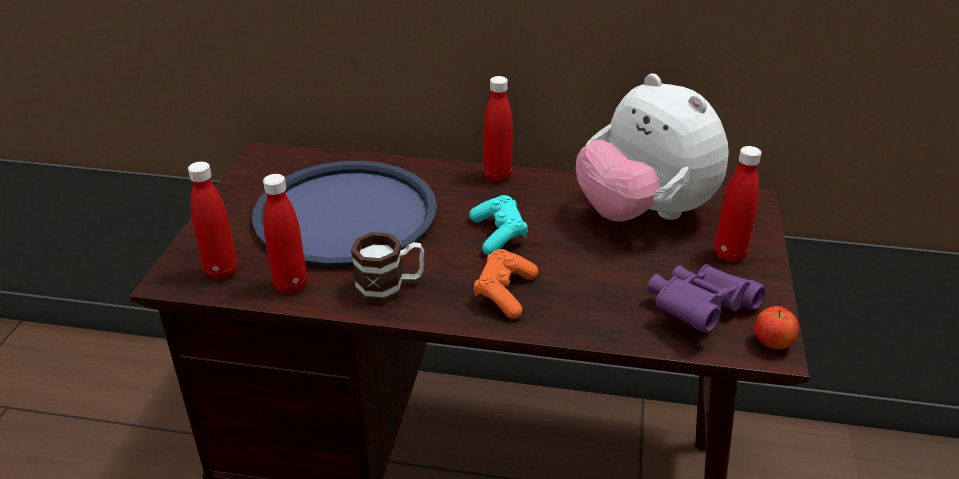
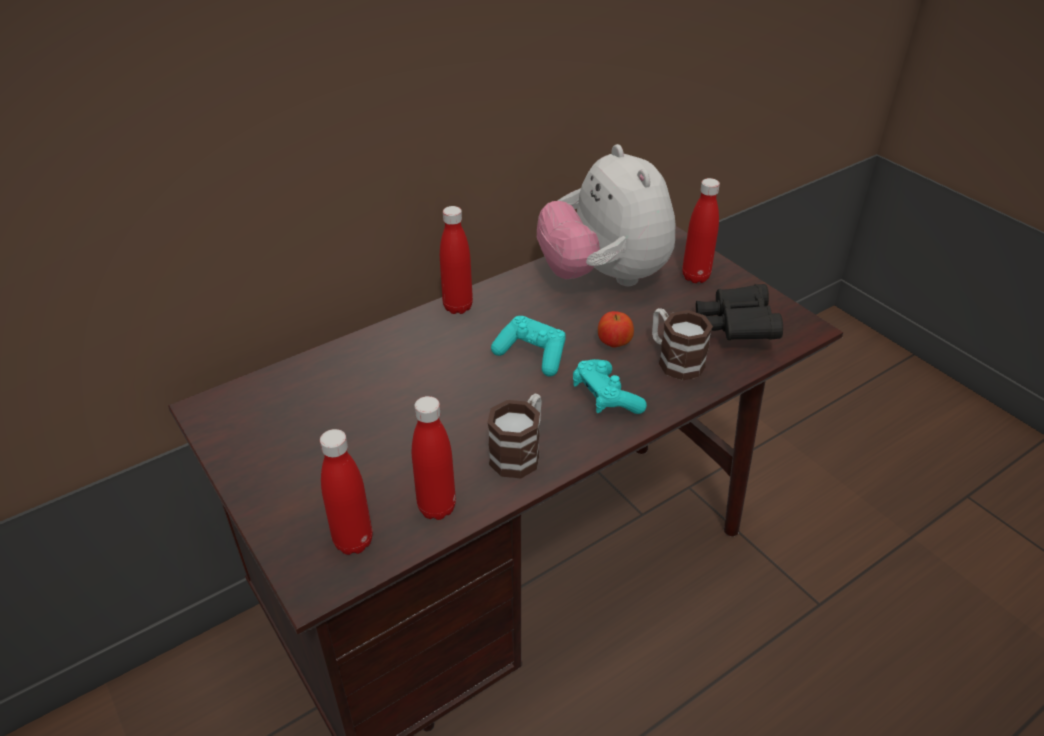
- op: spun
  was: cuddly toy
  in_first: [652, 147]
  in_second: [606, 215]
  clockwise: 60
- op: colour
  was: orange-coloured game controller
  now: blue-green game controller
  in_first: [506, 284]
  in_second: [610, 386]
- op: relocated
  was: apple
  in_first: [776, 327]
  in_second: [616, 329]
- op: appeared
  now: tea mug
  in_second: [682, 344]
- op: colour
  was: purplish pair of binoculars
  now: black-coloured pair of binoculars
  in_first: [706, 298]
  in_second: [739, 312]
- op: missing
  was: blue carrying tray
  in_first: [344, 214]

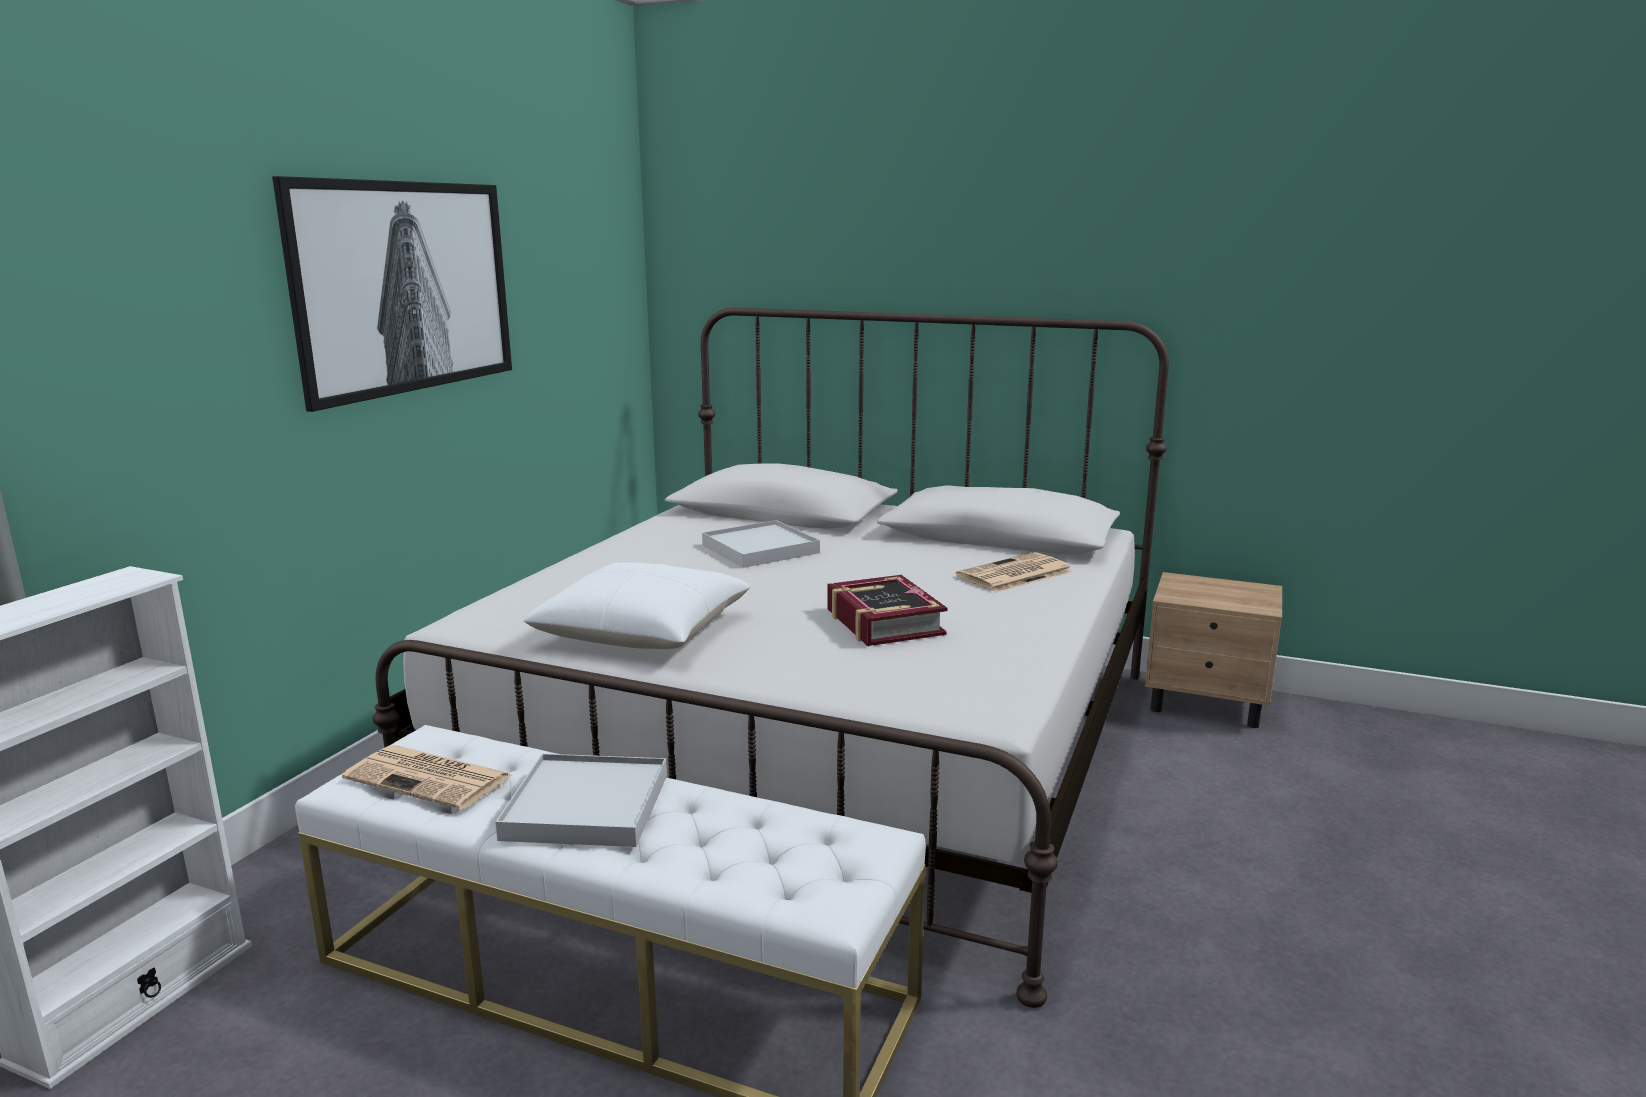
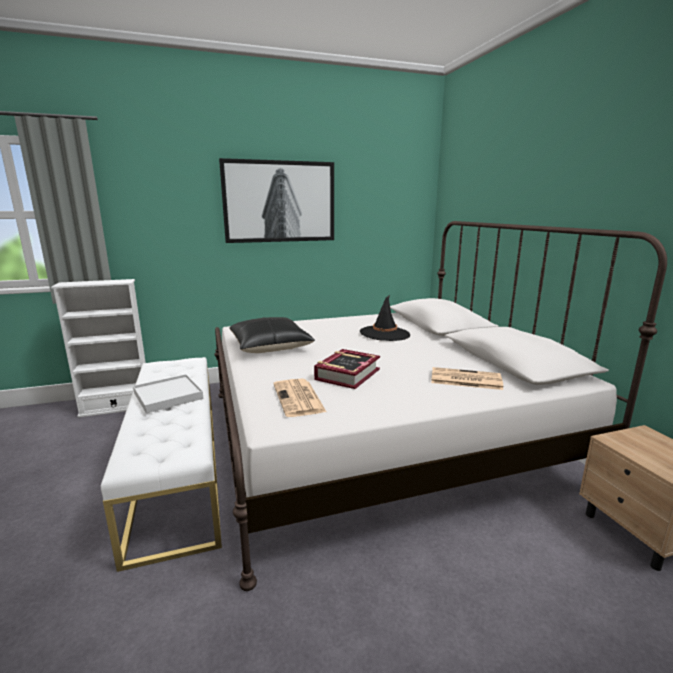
- op: colour
  was: white-coloured pillow
  now: black-coloured pillow
  in_first: [636, 605]
  in_second: [272, 335]
- op: relocated
  was: daily paper
  in_first: [427, 777]
  in_second: [300, 398]
- op: exchanged
  was: white-coloured carrying tray
  now: black-coloured hat
  in_first: [761, 544]
  in_second: [385, 318]

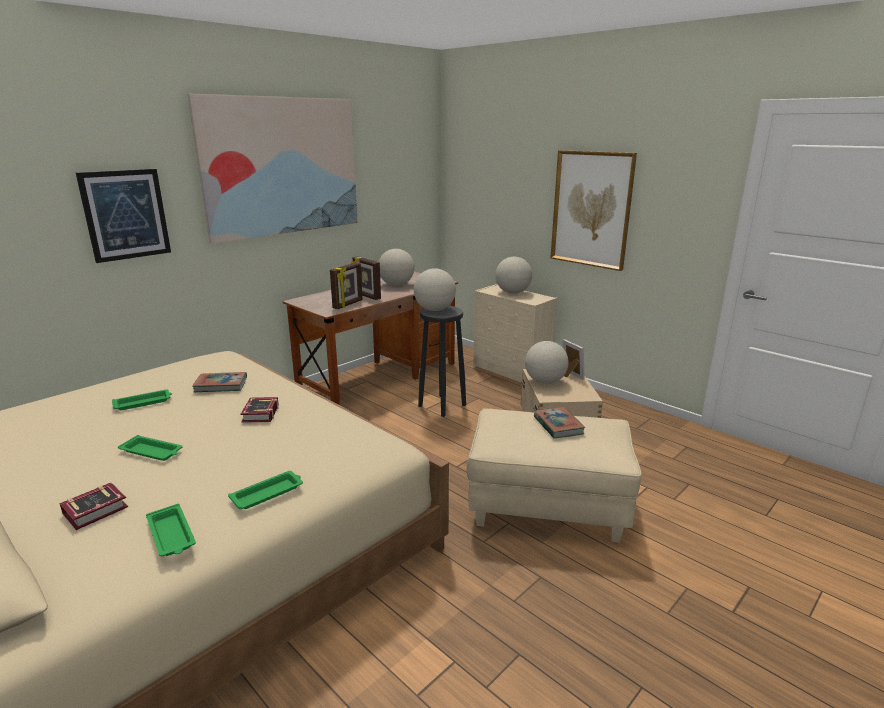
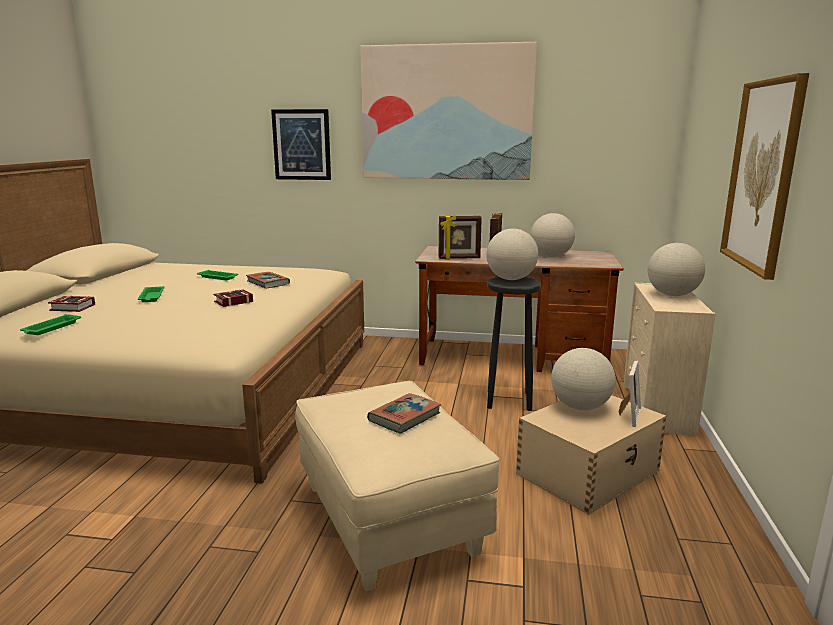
- op: missing
  was: greenish carrying tray
  in_first: [265, 490]

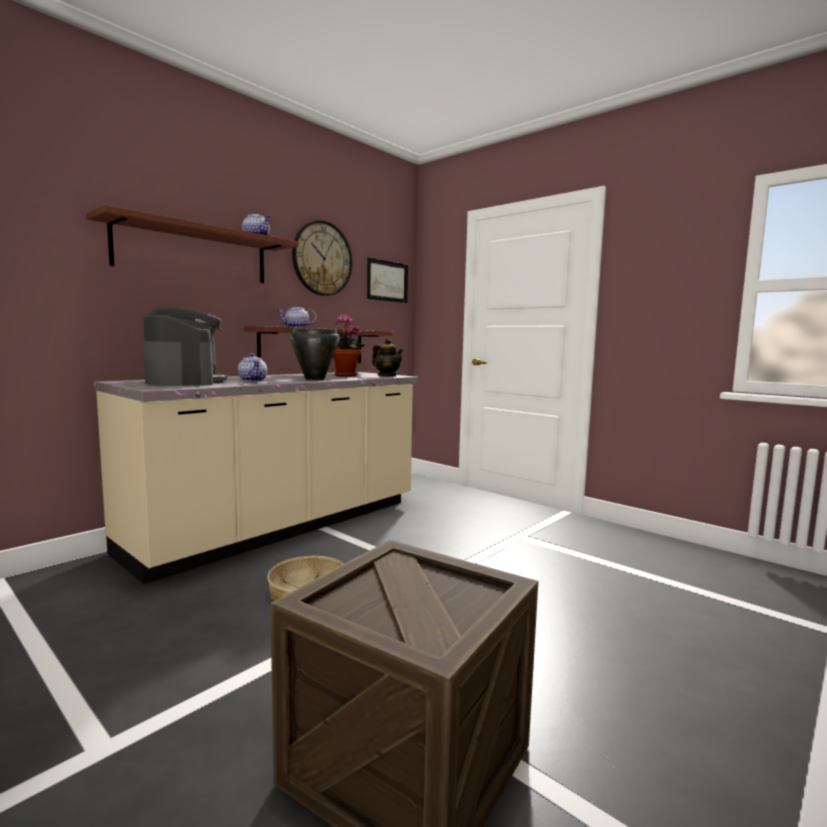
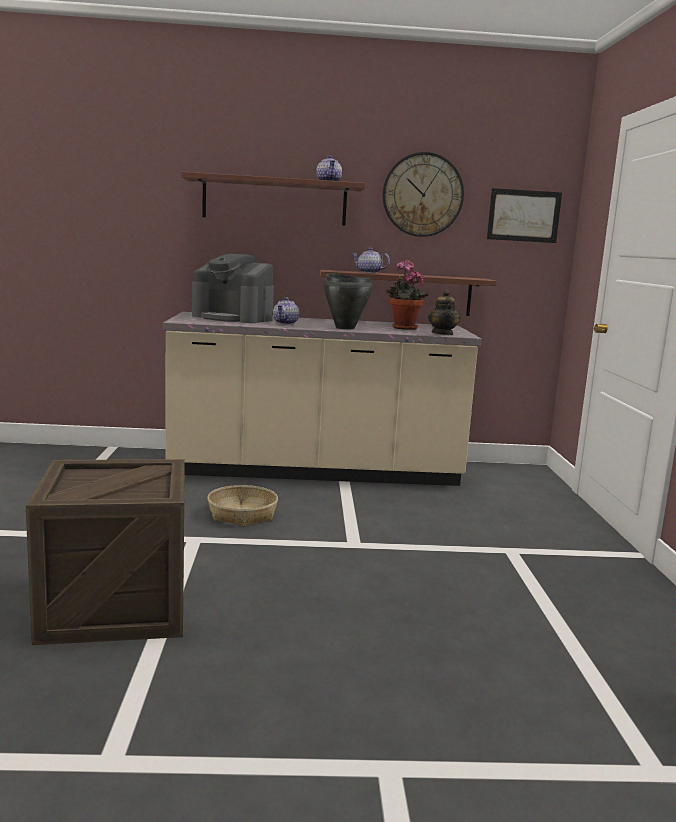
- op: spun
  was: coffee brewer
  in_first: [185, 346]
  in_second: [233, 288]
  clockwise: 90

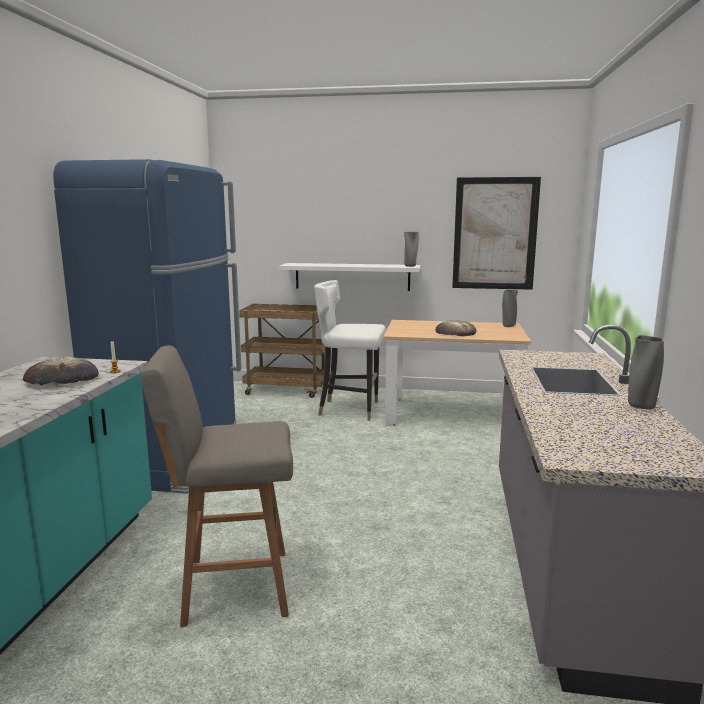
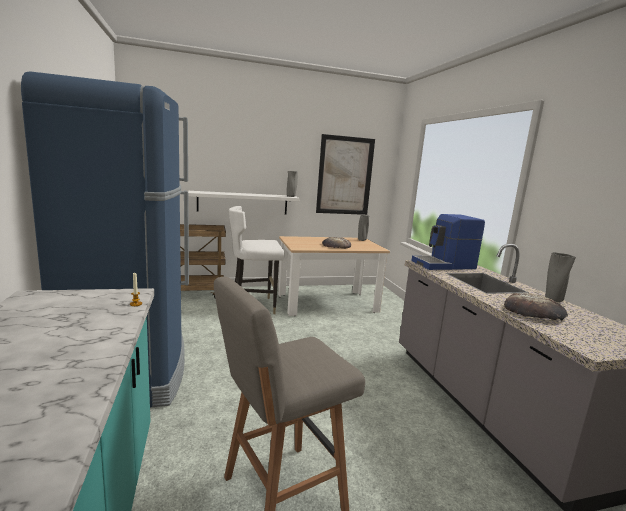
- op: appeared
  now: coffee brewer
  in_second: [448, 242]
- op: relocated
  was: baked bread
  in_first: [61, 371]
  in_second: [536, 307]

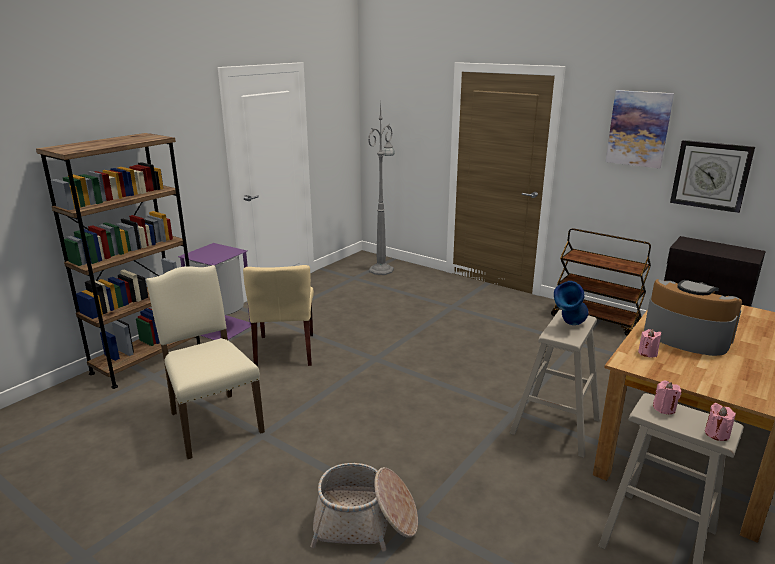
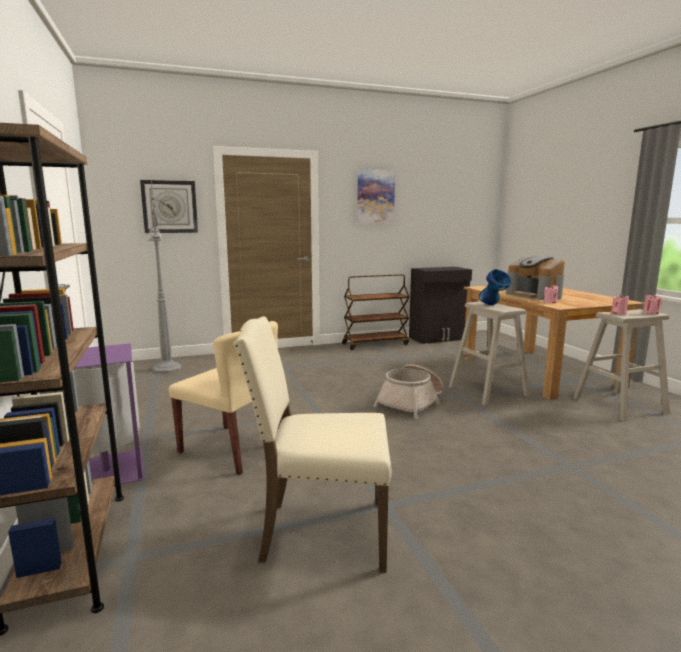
- op: relocated
  was: wall clock
  in_first: [712, 176]
  in_second: [169, 206]
- op: relocated
  was: storage basket
  in_first: [364, 507]
  in_second: [409, 391]
- op: spun
  was: coffee brewer
  in_first: [693, 317]
  in_second: [535, 278]
  clockwise: -105

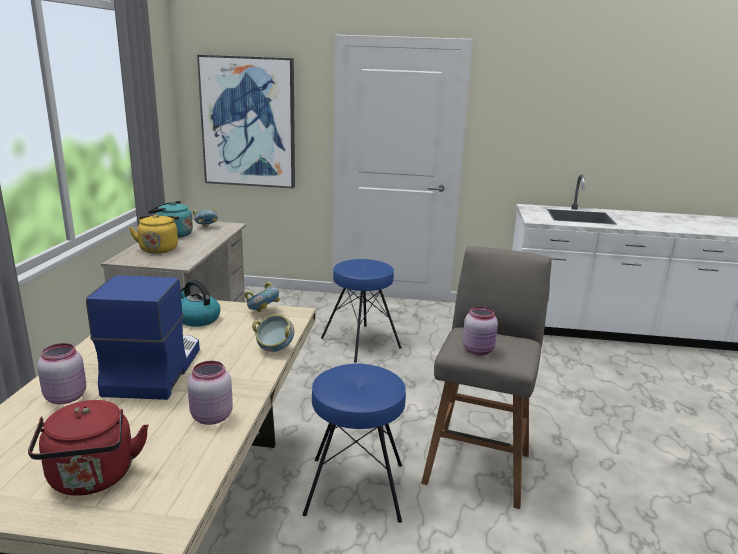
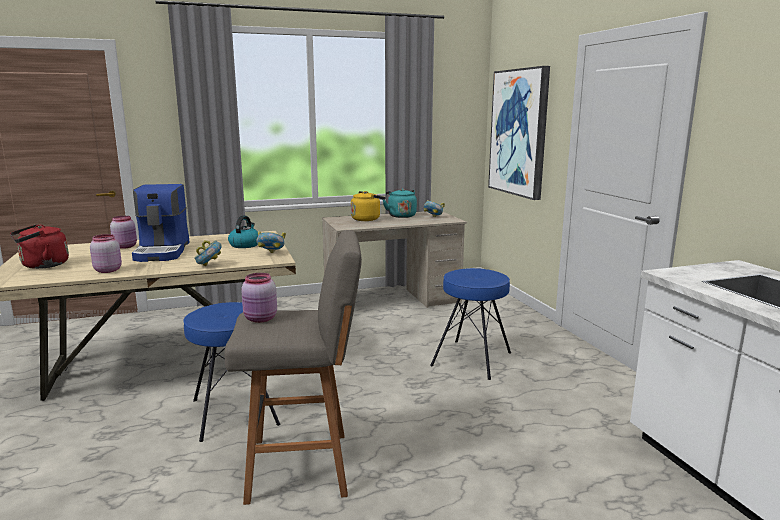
- op: spun
  was: coffee brewer
  in_first: [143, 337]
  in_second: [161, 223]
  clockwise: 105

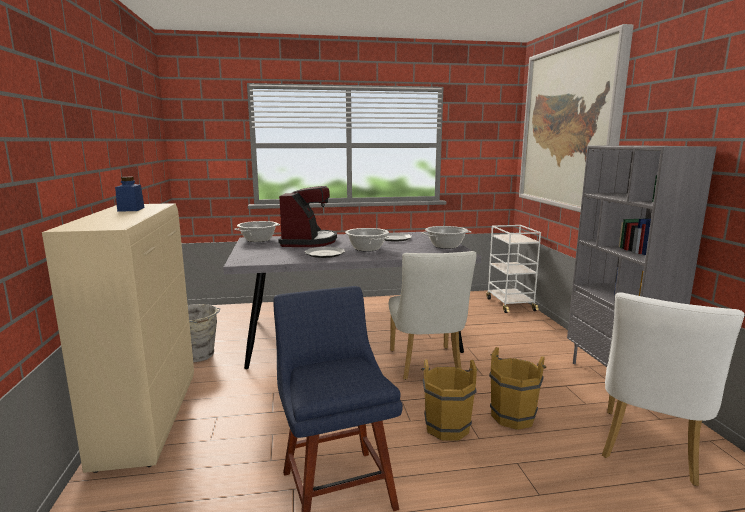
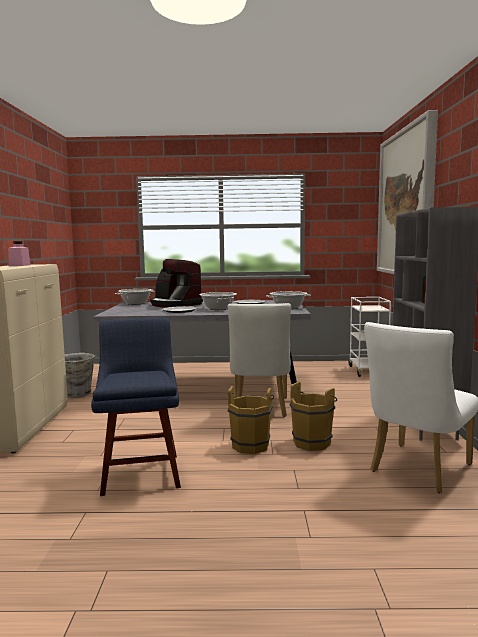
- op: colour
  was: blue storage jar
  now: pinkish storage jar
  in_first: [130, 194]
  in_second: [19, 253]
- op: spun
  was: coffee brewer
  in_first: [307, 216]
  in_second: [176, 283]
  clockwise: 120

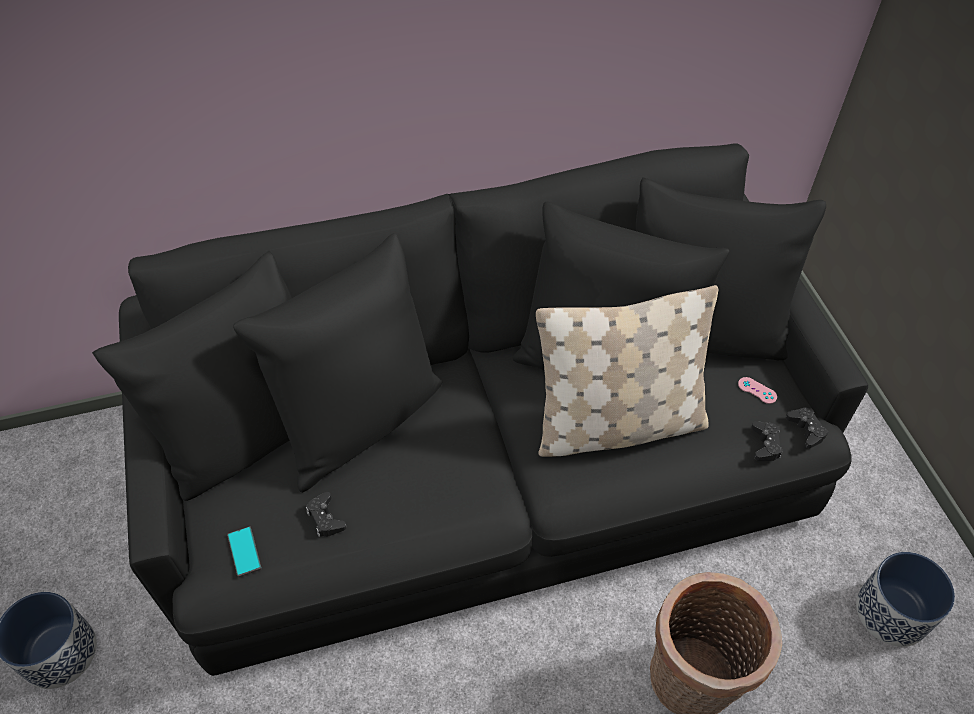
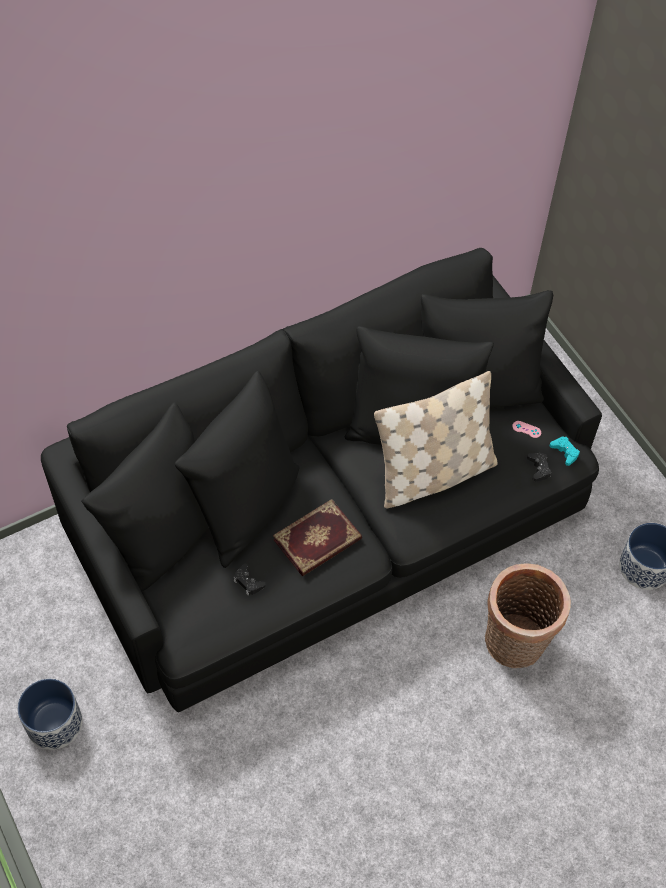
- op: appeared
  now: book
  in_second: [317, 538]
- op: colour
  was: black-coloured game controller
  now: blue-green game controller
  in_first: [807, 427]
  in_second: [564, 451]
- op: missing
  was: telephone
  in_first: [244, 551]

